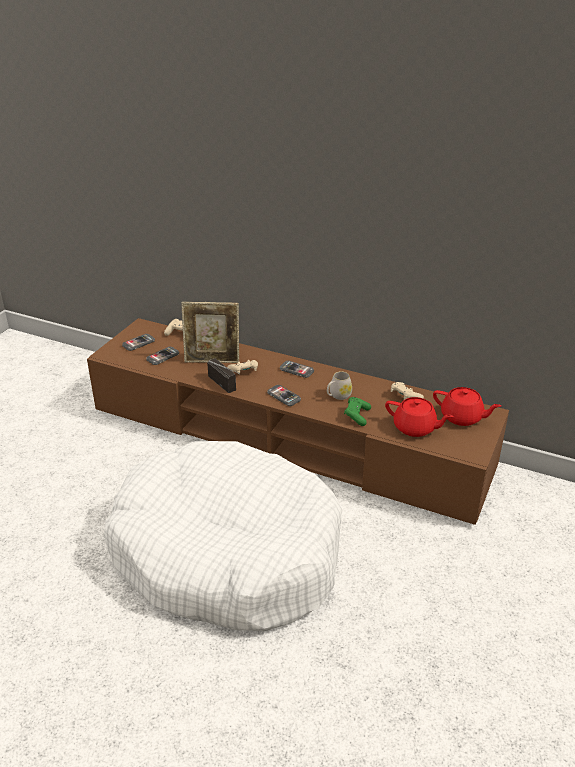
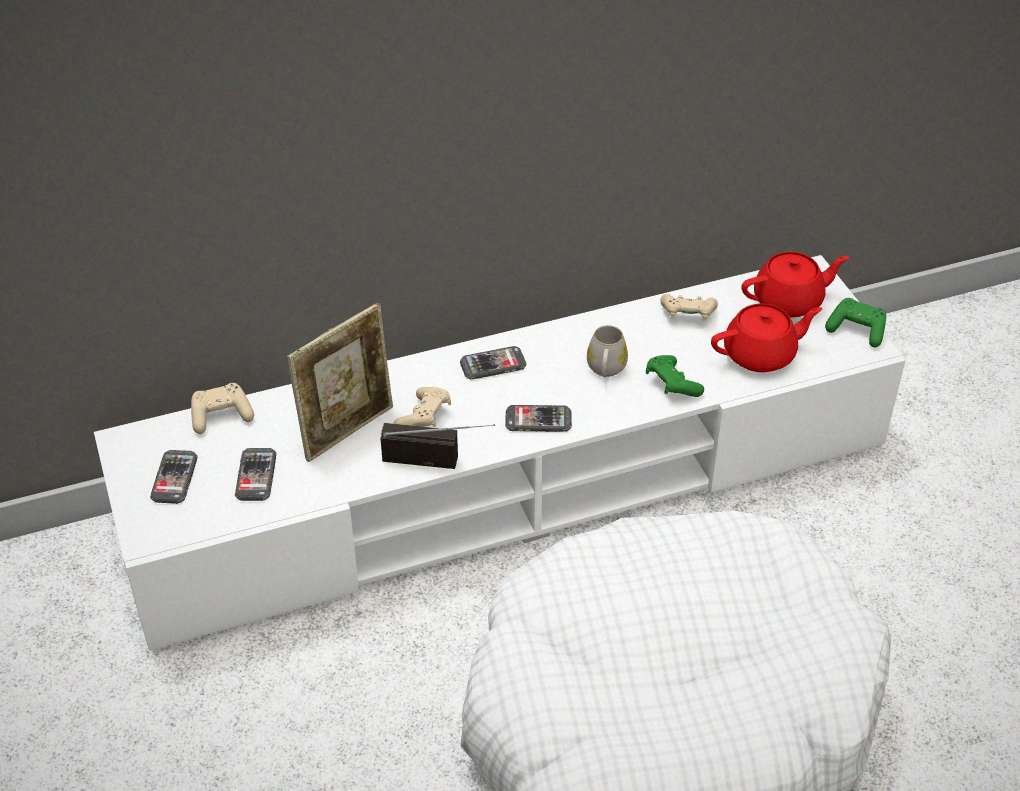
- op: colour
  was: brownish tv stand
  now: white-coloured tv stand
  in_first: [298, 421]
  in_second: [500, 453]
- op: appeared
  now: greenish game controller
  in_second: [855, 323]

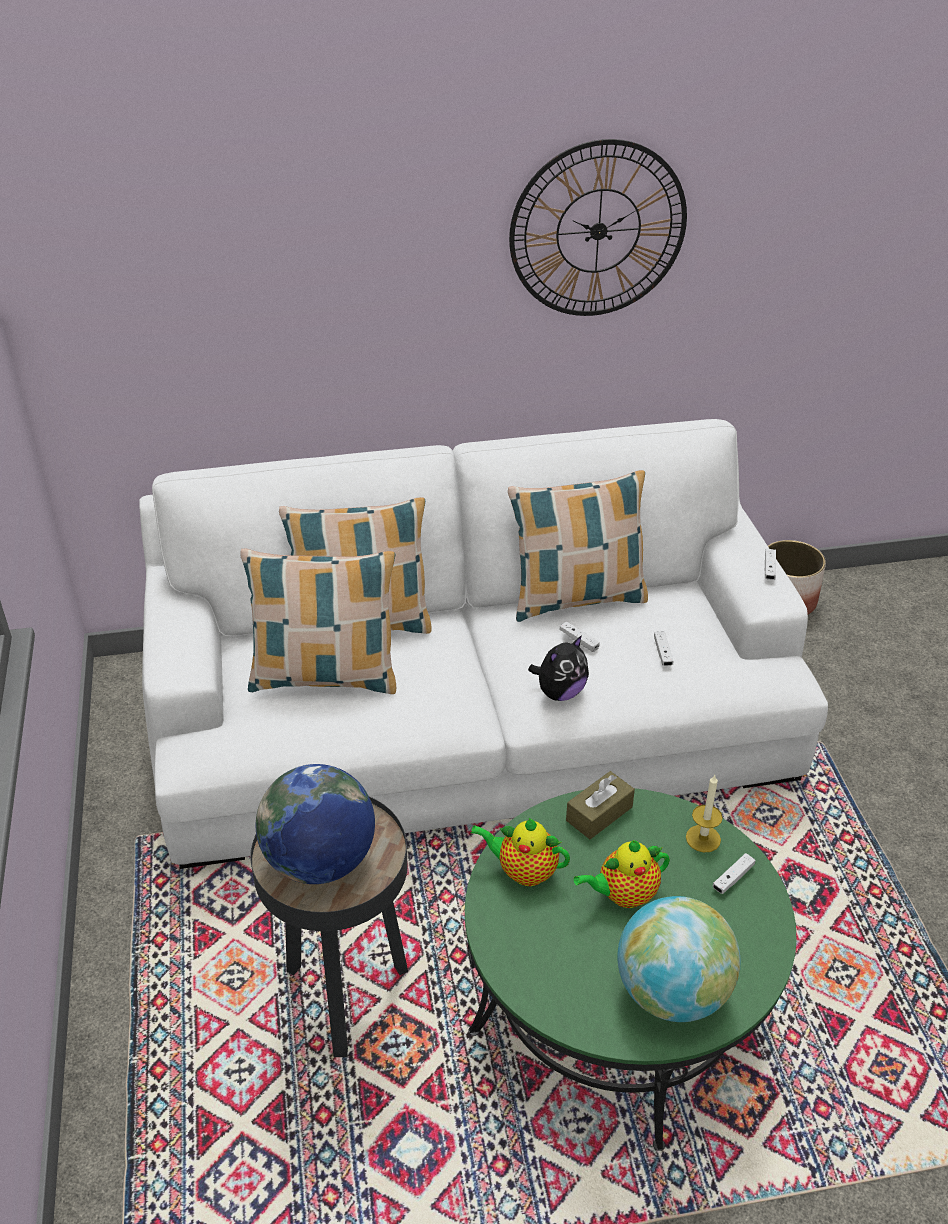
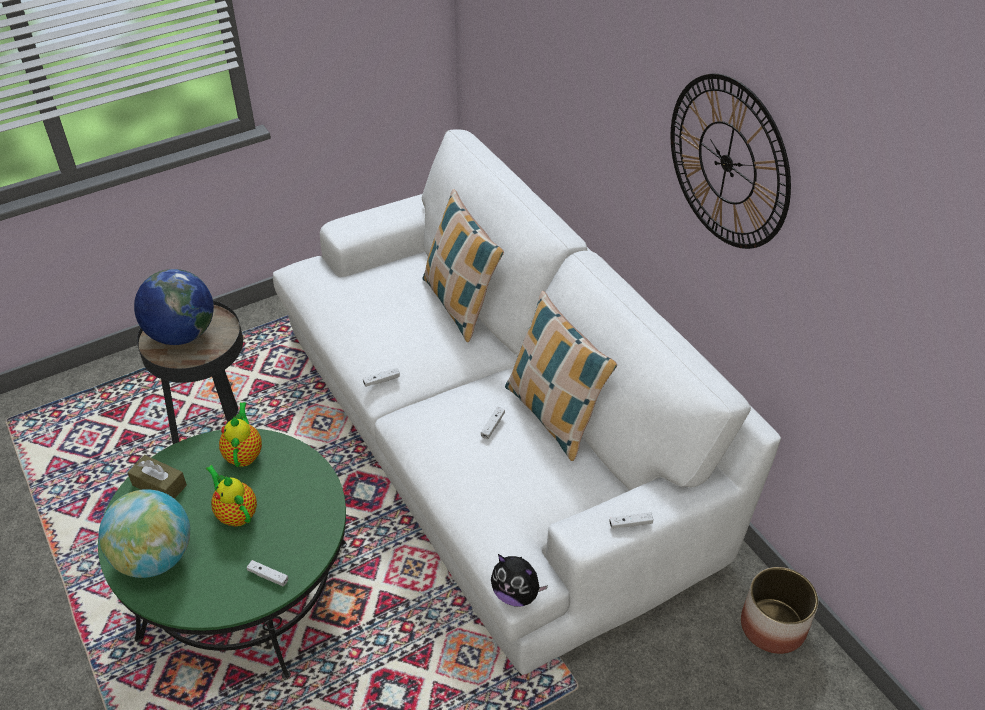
- op: relocated
  was: brownish tissue holder
  in_first: [600, 805]
  in_second: [157, 477]
- op: relocated
  was: white-coloured game controller
  in_first: [663, 648]
  in_second: [381, 377]
- op: relocated
  was: cuddly toy
  in_first: [558, 668]
  in_second: [519, 580]
- op: missing
  was: pillow
  in_first: [318, 621]
- op: missing
  was: wax candle
  in_first: [704, 813]

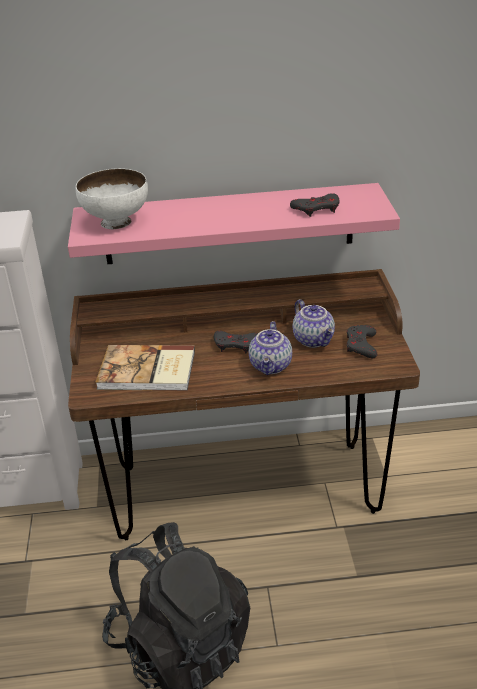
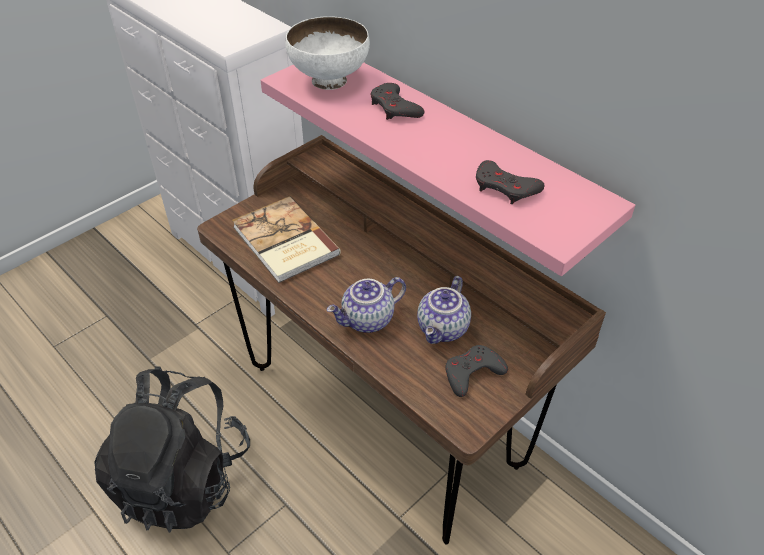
- op: relocated
  was: greyish game controller
  in_first: [236, 342]
  in_second: [398, 101]

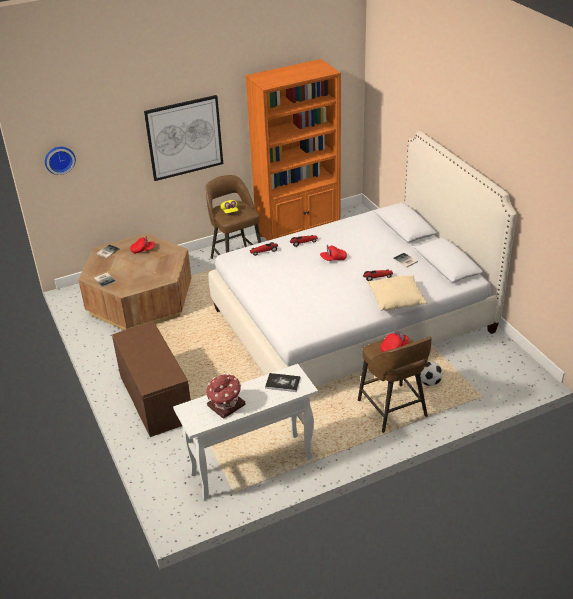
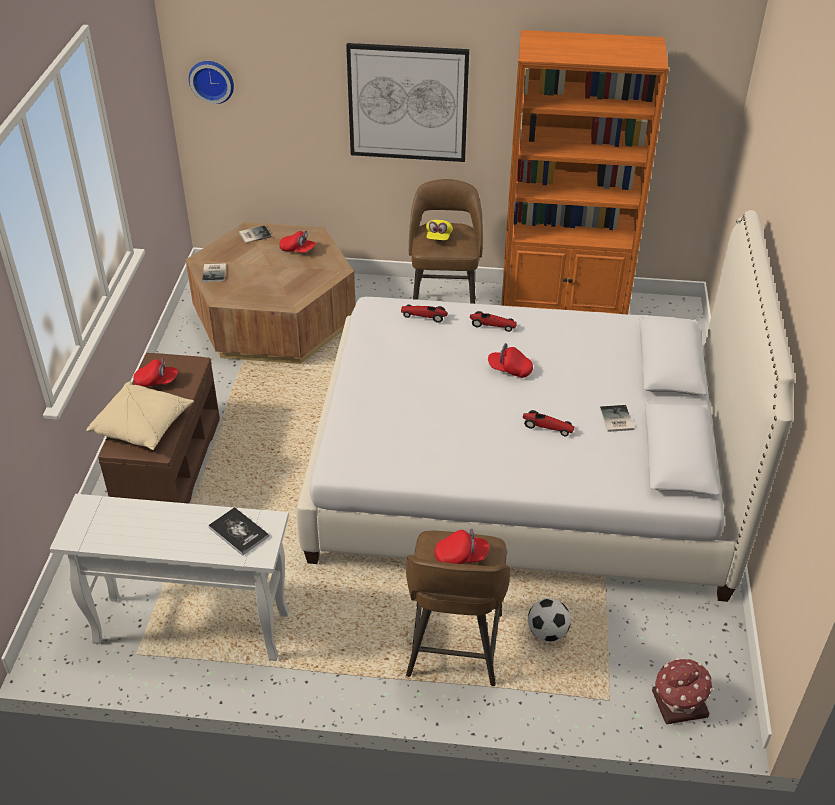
- op: relocated
  was: beige pillow
  in_first: [397, 293]
  in_second: [140, 415]
- op: appeared
  now: red peaked cap
  in_second: [155, 372]
- op: relocated
  was: model house
  in_first: [226, 396]
  in_second: [682, 691]

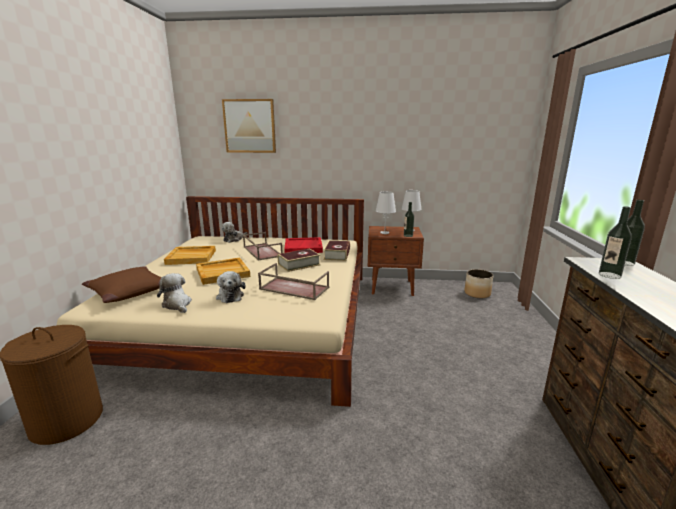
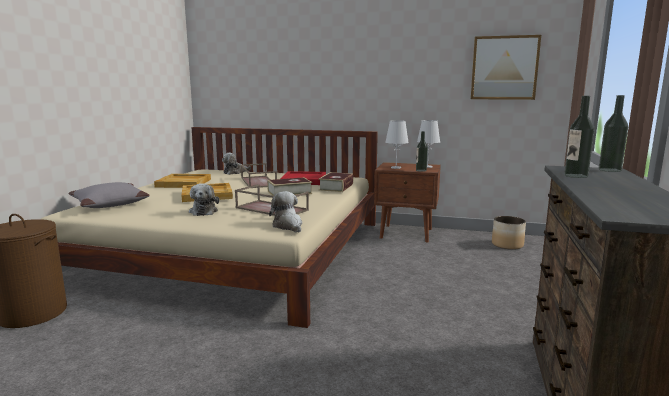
- op: colour
  was: brownish pillow
  now: greyish pillow
  in_first: [122, 284]
  in_second: [109, 195]
- op: relocated
  was: cuddly toy
  in_first: [174, 293]
  in_second: [285, 211]
- op: relocated
  was: wall picture
  in_first: [249, 126]
  in_second: [506, 67]

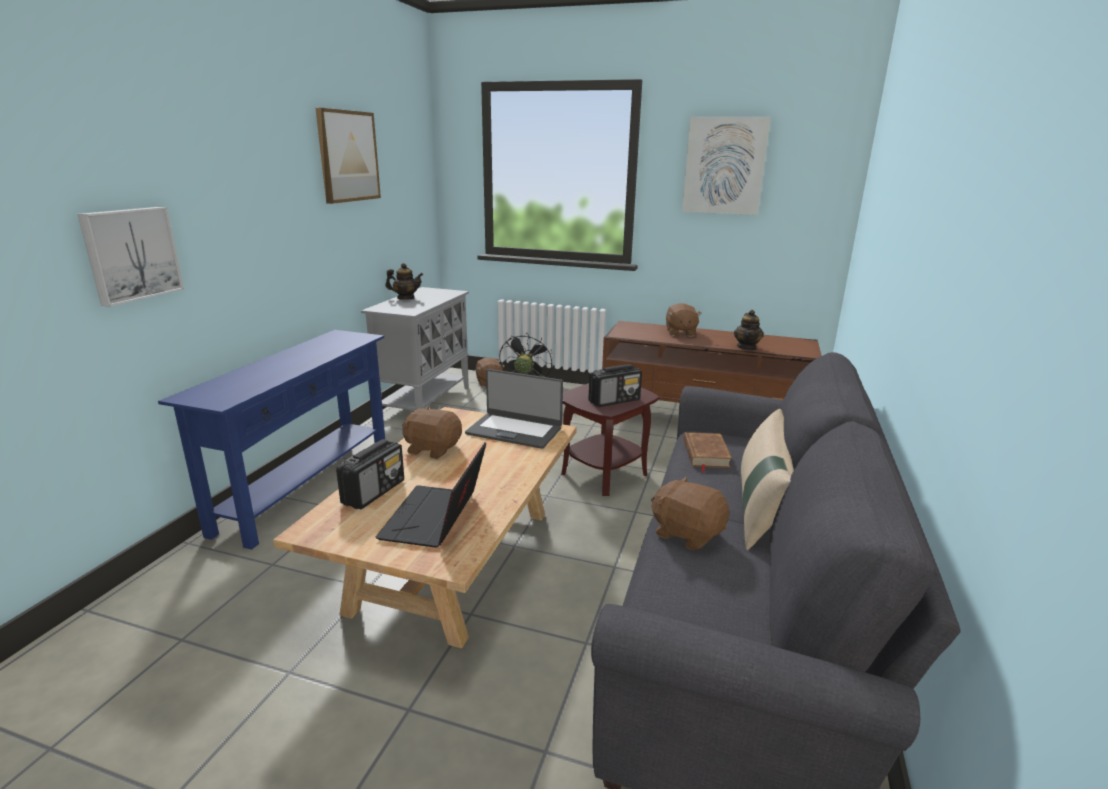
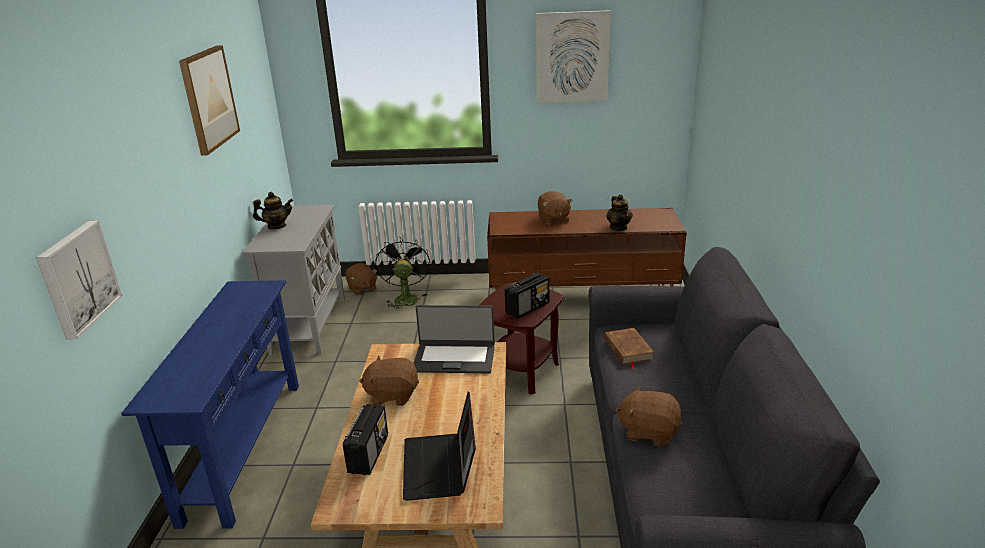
- op: missing
  was: beige pillow
  in_first: [767, 479]

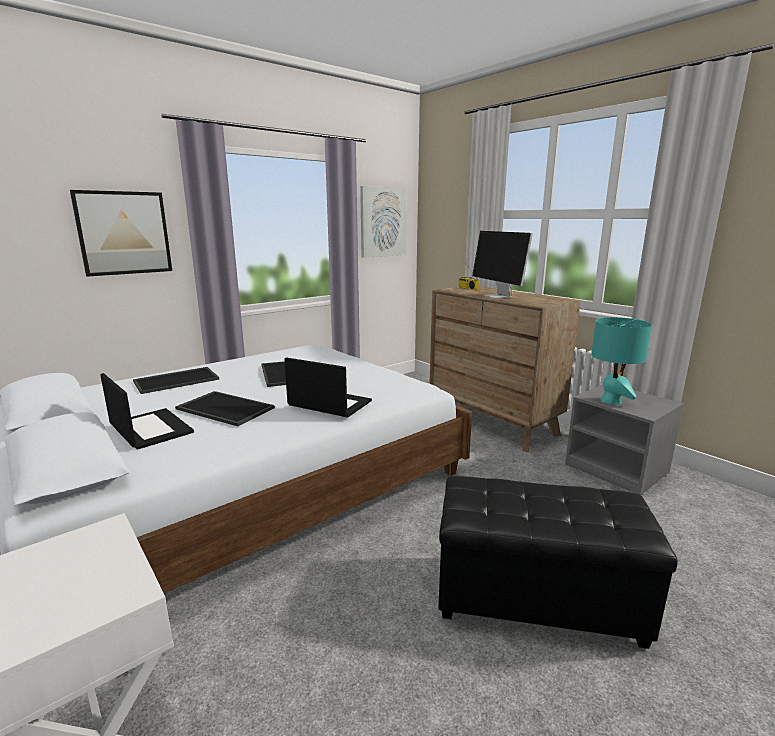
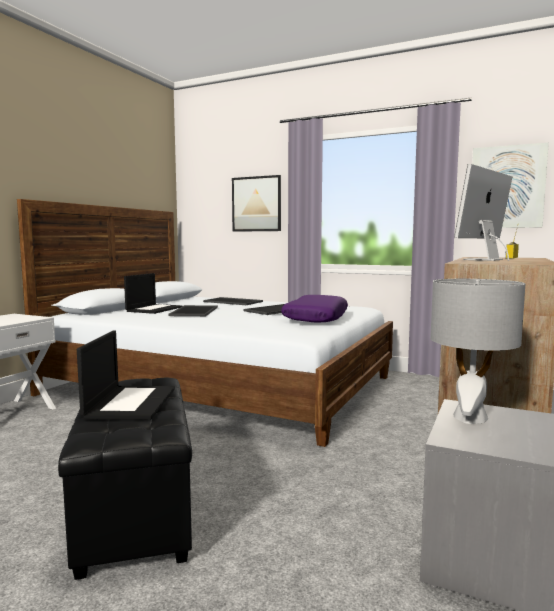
- op: relocated
  was: laptop
  in_first: [328, 387]
  in_second: [126, 375]
- op: appeared
  now: purplish pillow
  in_second: [314, 308]
- op: colour
  was: blue-green table lamp
  now: greyish table lamp
  in_first: [621, 360]
  in_second: [477, 351]

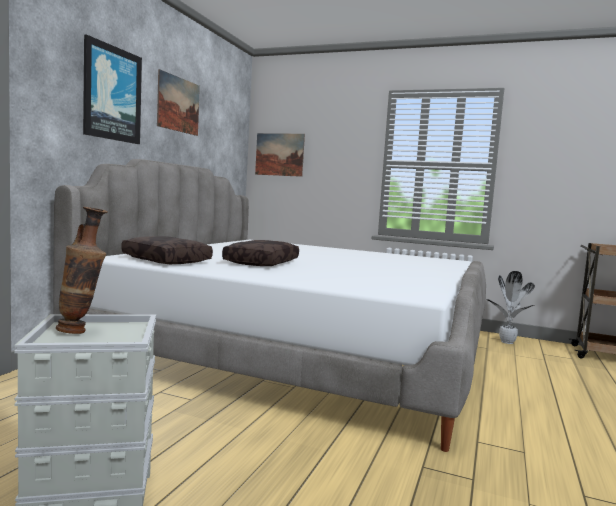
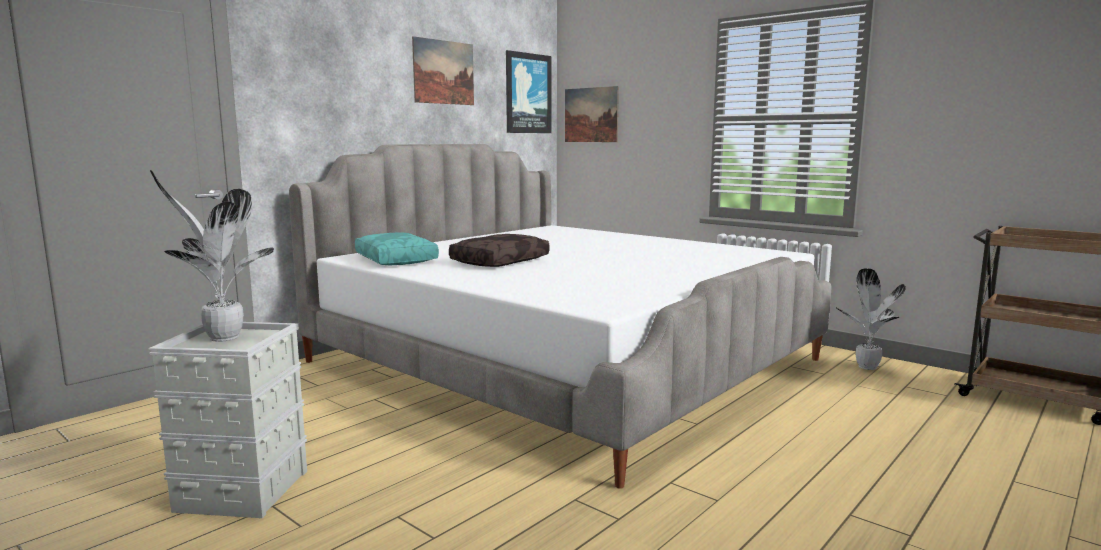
- op: exchanged
  was: vase
  now: plant in a pot
  in_first: [81, 270]
  in_second: [212, 256]
- op: colour
  was: brownish pillow
  now: blue-green pillow
  in_first: [167, 250]
  in_second: [397, 248]
- op: relocated
  was: wall picture
  in_first: [112, 89]
  in_second: [529, 91]

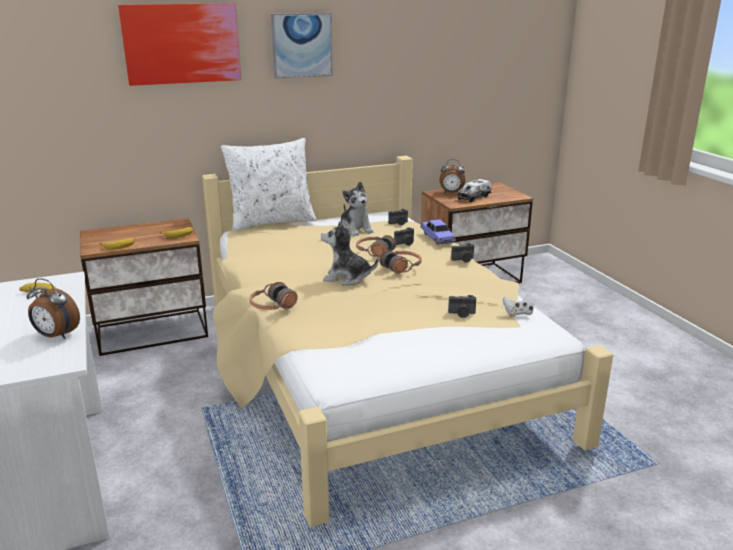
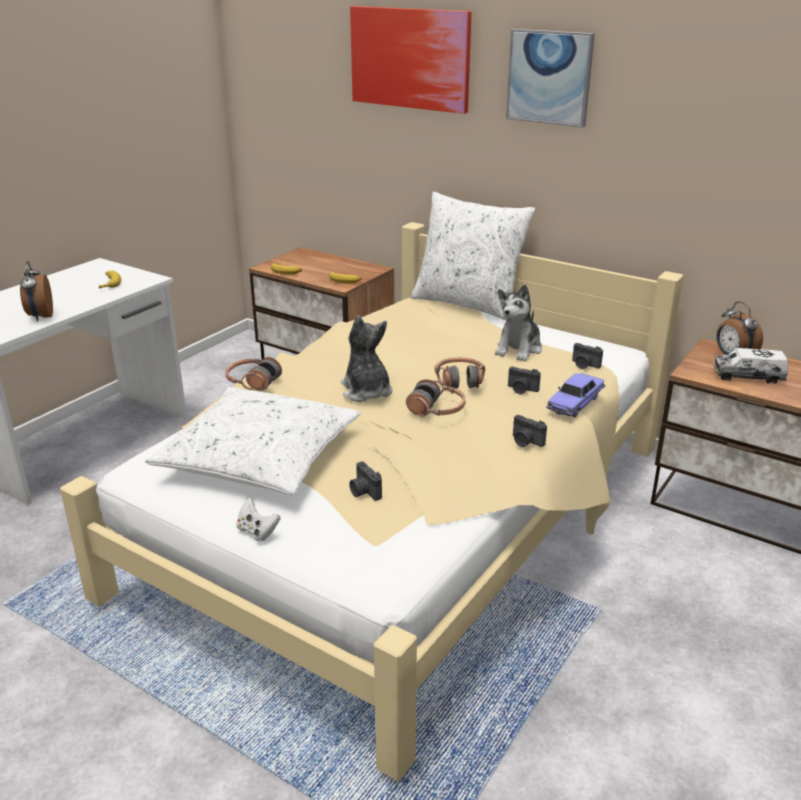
- op: appeared
  now: white-coloured pillow
  in_second: [253, 441]
- op: relocated
  was: white-coloured game controller
  in_first: [518, 305]
  in_second: [258, 520]

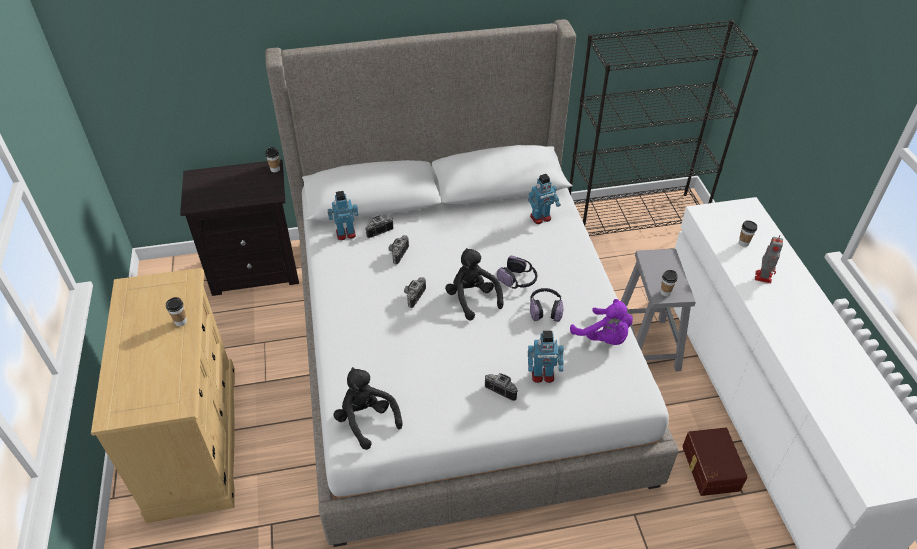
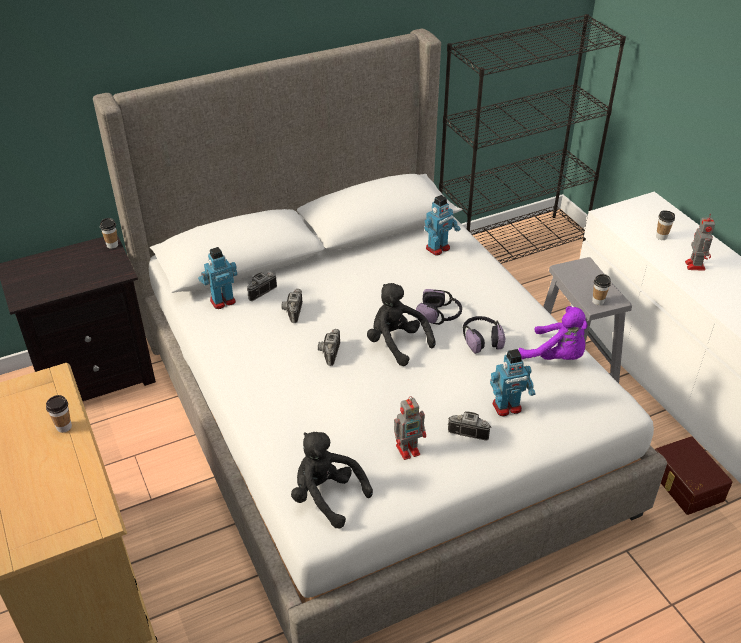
- op: appeared
  now: model robot
  in_second: [410, 428]

